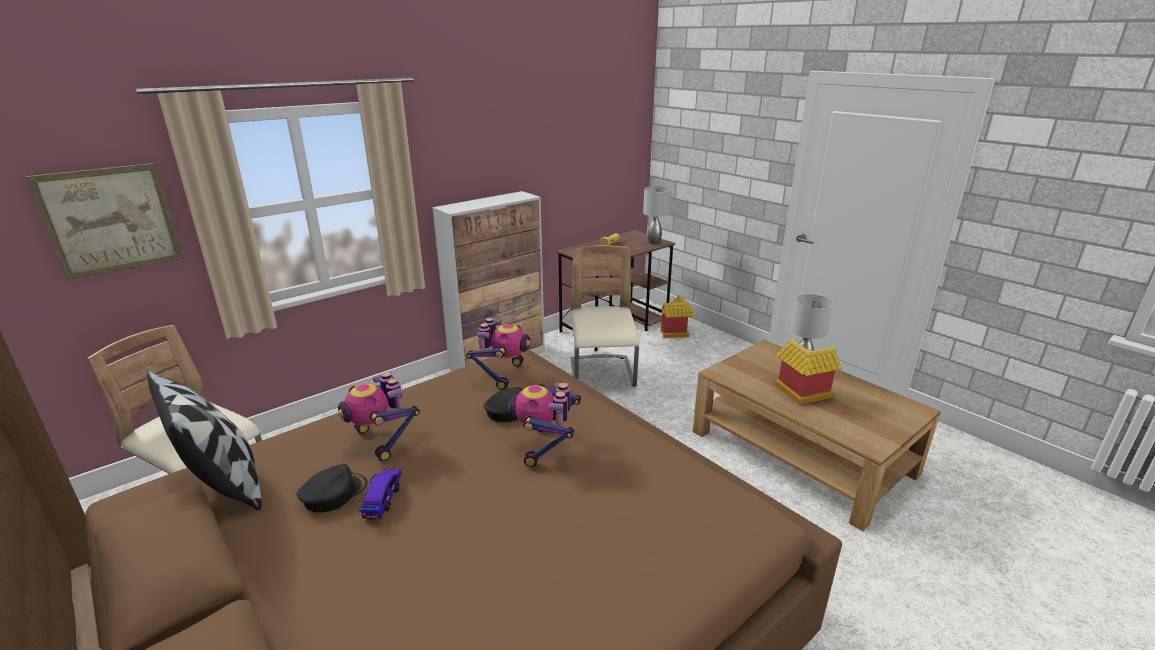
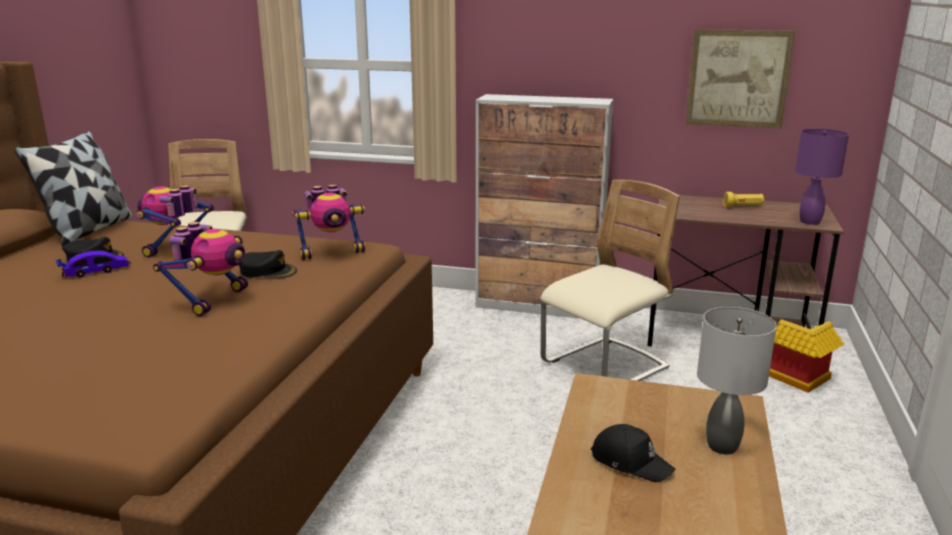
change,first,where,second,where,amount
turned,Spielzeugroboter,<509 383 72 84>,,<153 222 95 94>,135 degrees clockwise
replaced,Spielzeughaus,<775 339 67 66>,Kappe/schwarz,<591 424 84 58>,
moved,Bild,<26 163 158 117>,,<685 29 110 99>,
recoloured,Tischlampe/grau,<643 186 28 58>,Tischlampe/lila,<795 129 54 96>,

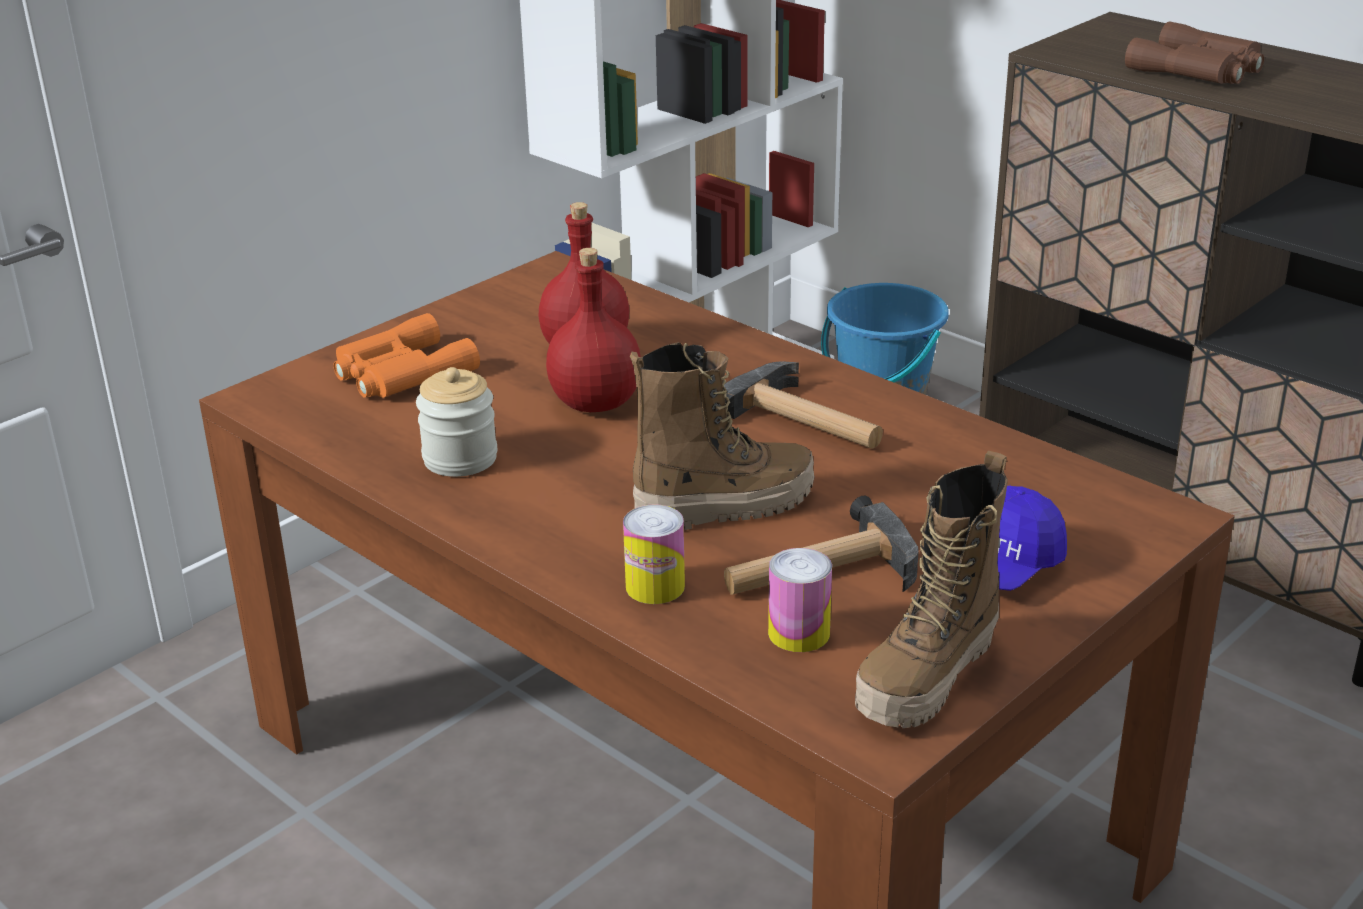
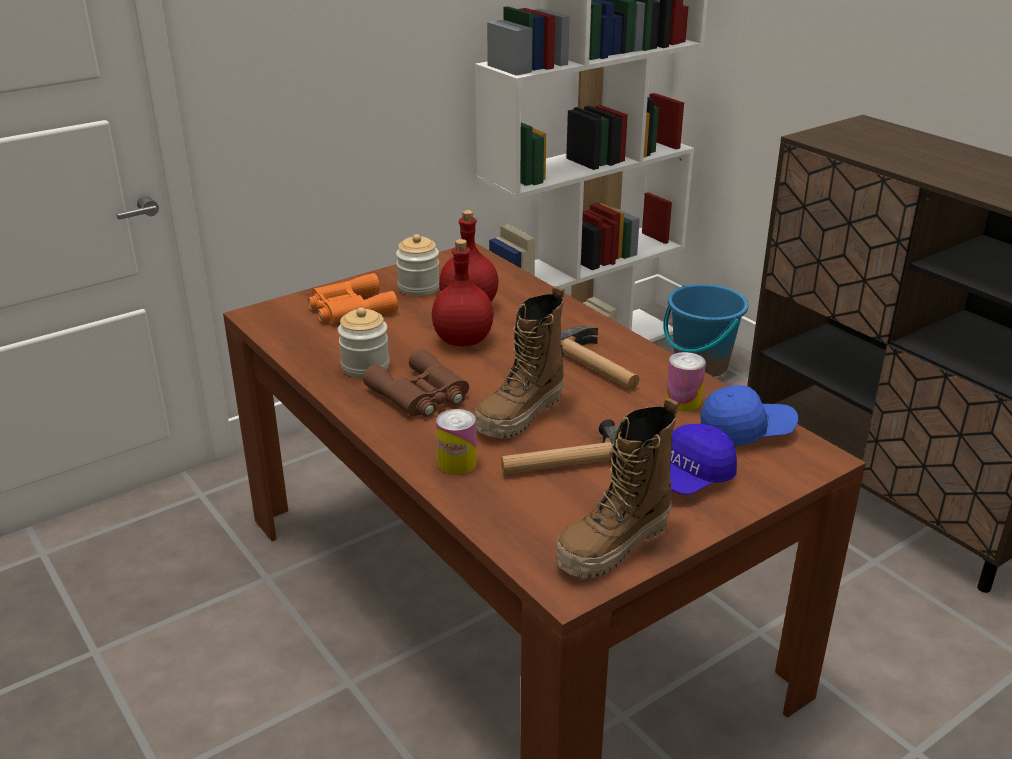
change,first,where,second,where,amount
moved,Fernglas/braun,<1125 21 139 63>,,<363 349 106 68>,
added,,,Vorratsglas,<396 234 43 62>,
turned,Stiefel,<630 342 184 188>,,<475 286 89 153>,135 degrees clockwise
moved,Dose,<768 548 64 104>,,<666 352 40 60>,
added,,,Kappe/blau,<700 385 98 61>,

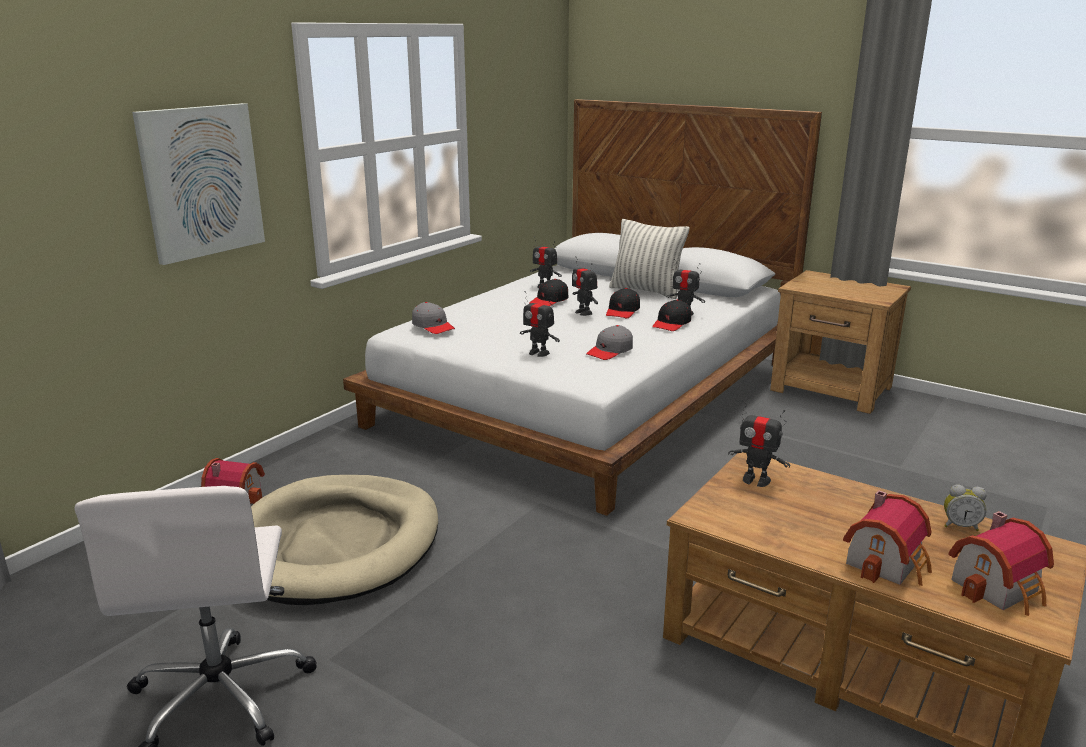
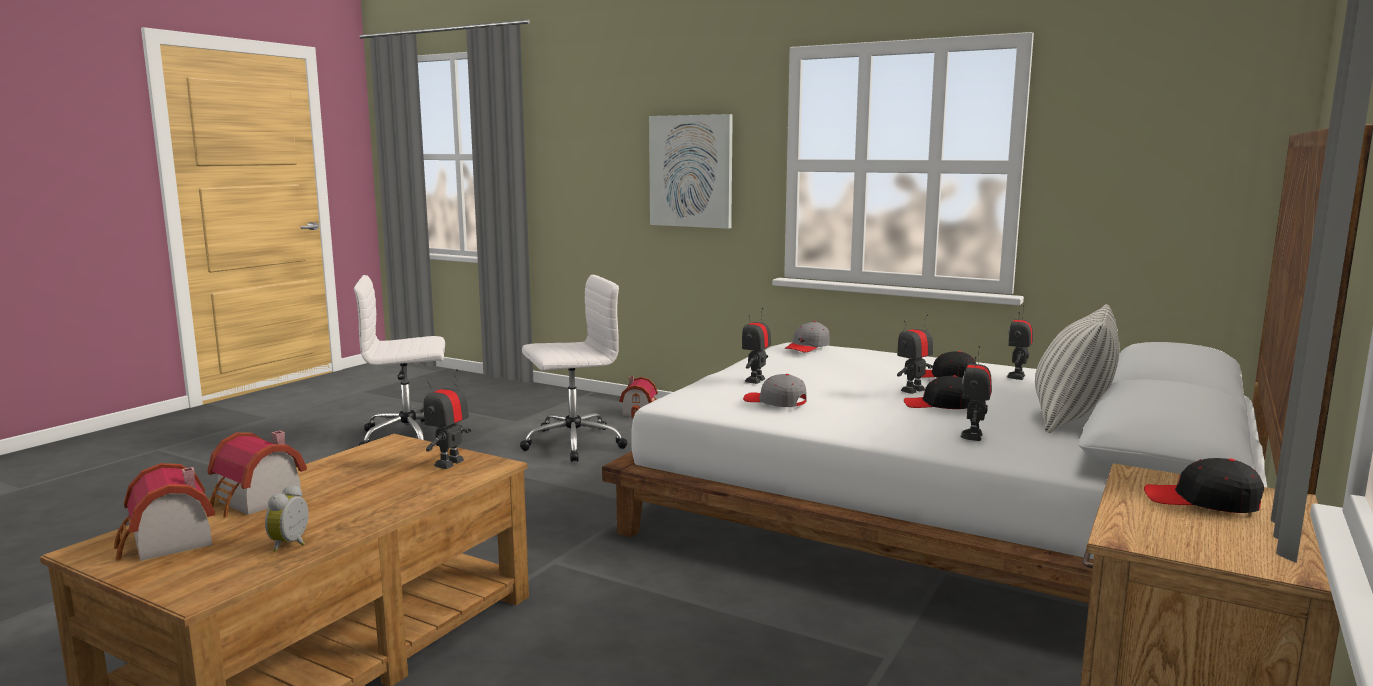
change,first,where,second,where,amount
replaced,Hundebett/beige,<251 475 187 130>,Bürostuhl/weiß,<520 275 107 187>,
moved,Kappe/schwarz,<652 299 39 32>,,<1144 458 120 55>,

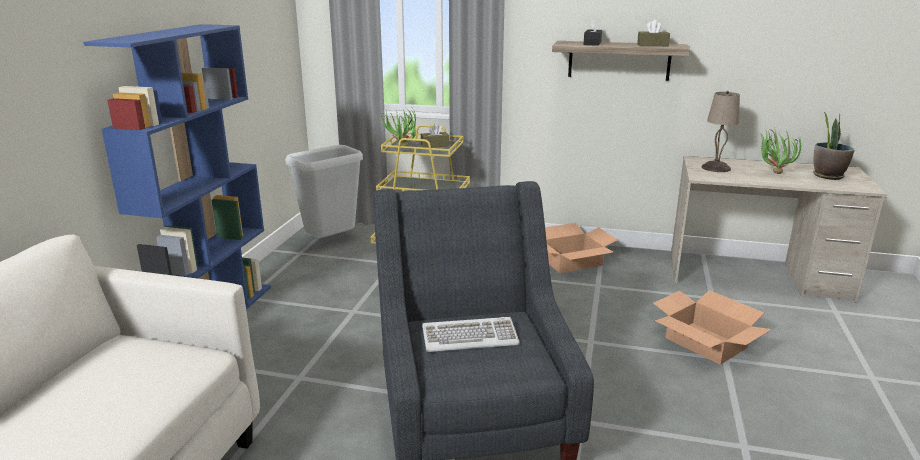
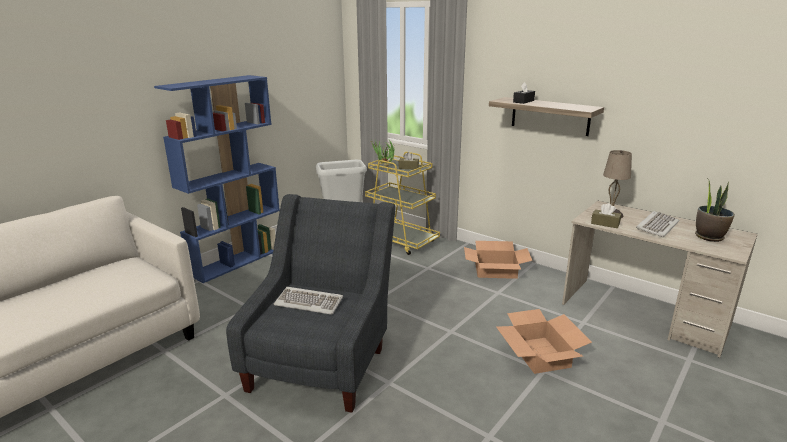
change,first,where,second,where,amount
moved,Taschentuchbox/braun,<637 20 33 26>,,<591 203 30 25>,
replaced,Topfpflanze,<761 129 40 45>,Tastatur,<636 211 43 26>,

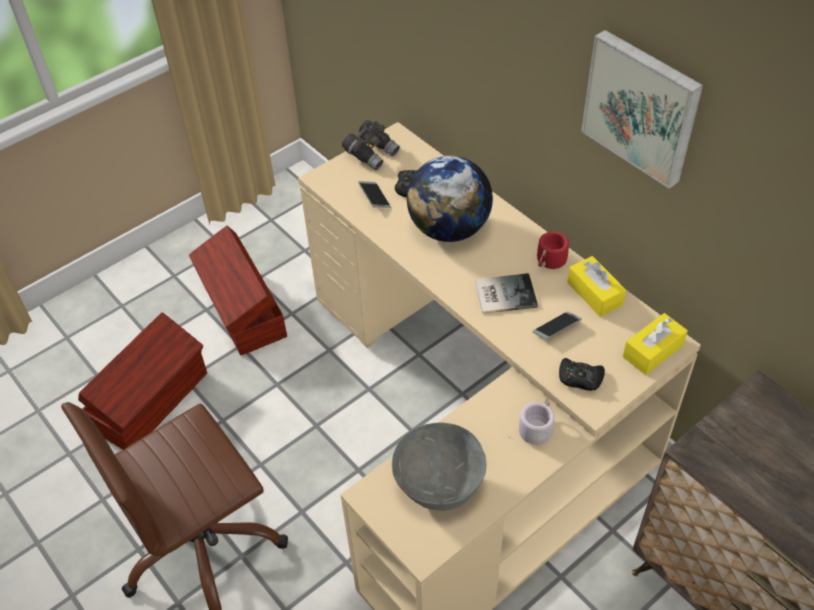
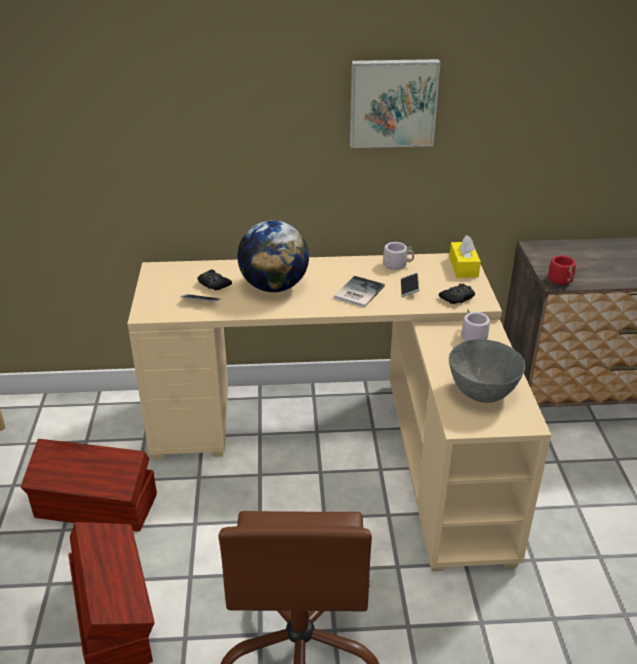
change,first,where,second,where,amount
replaced,Taschentuchbox/gelb,<567 256 59 61>,Henkelbecher/grau,<383 242 31 28>,
moved,Henkelbecher/rot,<537 231 39 38>,,<548 255 28 30>,
removed,Fernglas/grau,<342 120 58 50>,,,

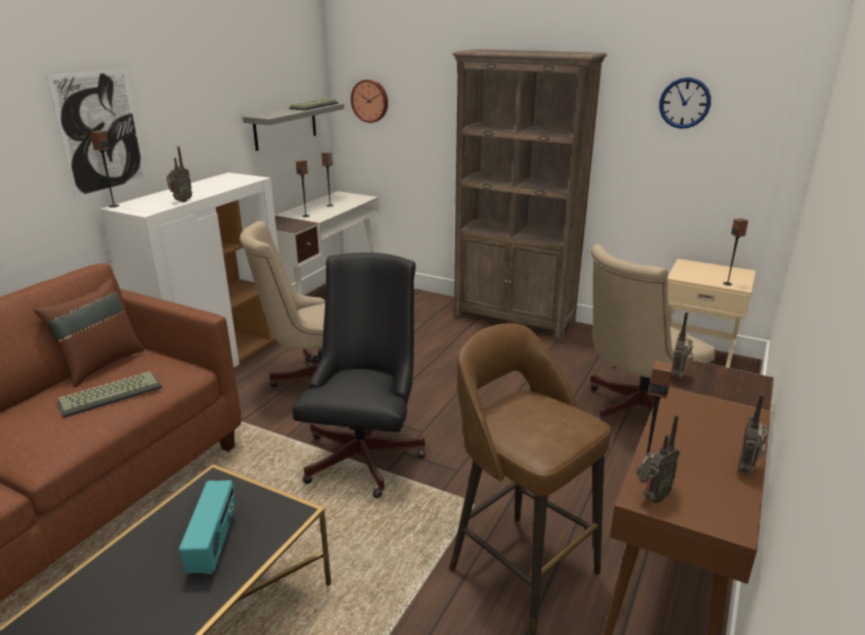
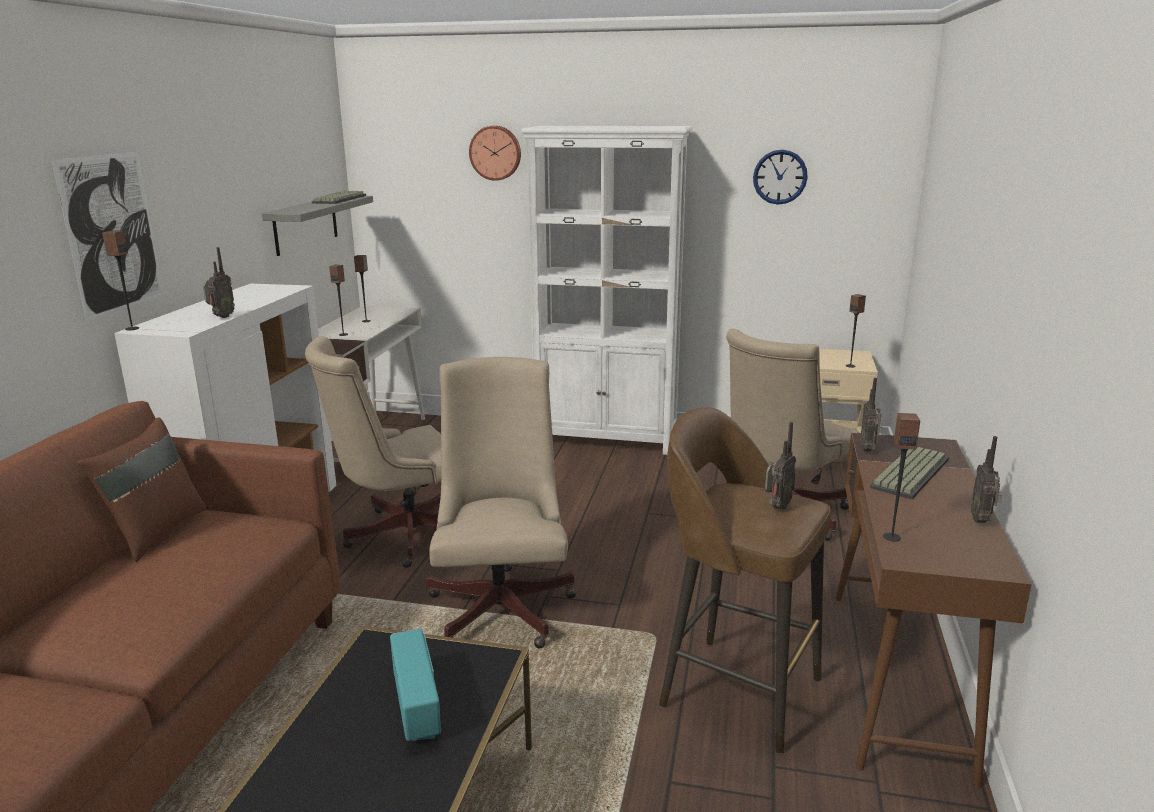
change,first,where,second,where,amount
recoloured,Bürostuhl/schwarz,<293 252 133 246>,Bürostuhl/beige,<426 357 150 291>,
moved,Wanduhr,<351 79 37 44>,,<469 126 52 55>,
recoloured,Bücherregal/braun,<452 49 155 292>,Bücherregal/weiß,<521 126 171 329>,
moved,Radio,<639 415 41 88>,,<765 422 31 88>,
moved,Tastatur,<57 371 105 47>,,<870 447 79 52>,

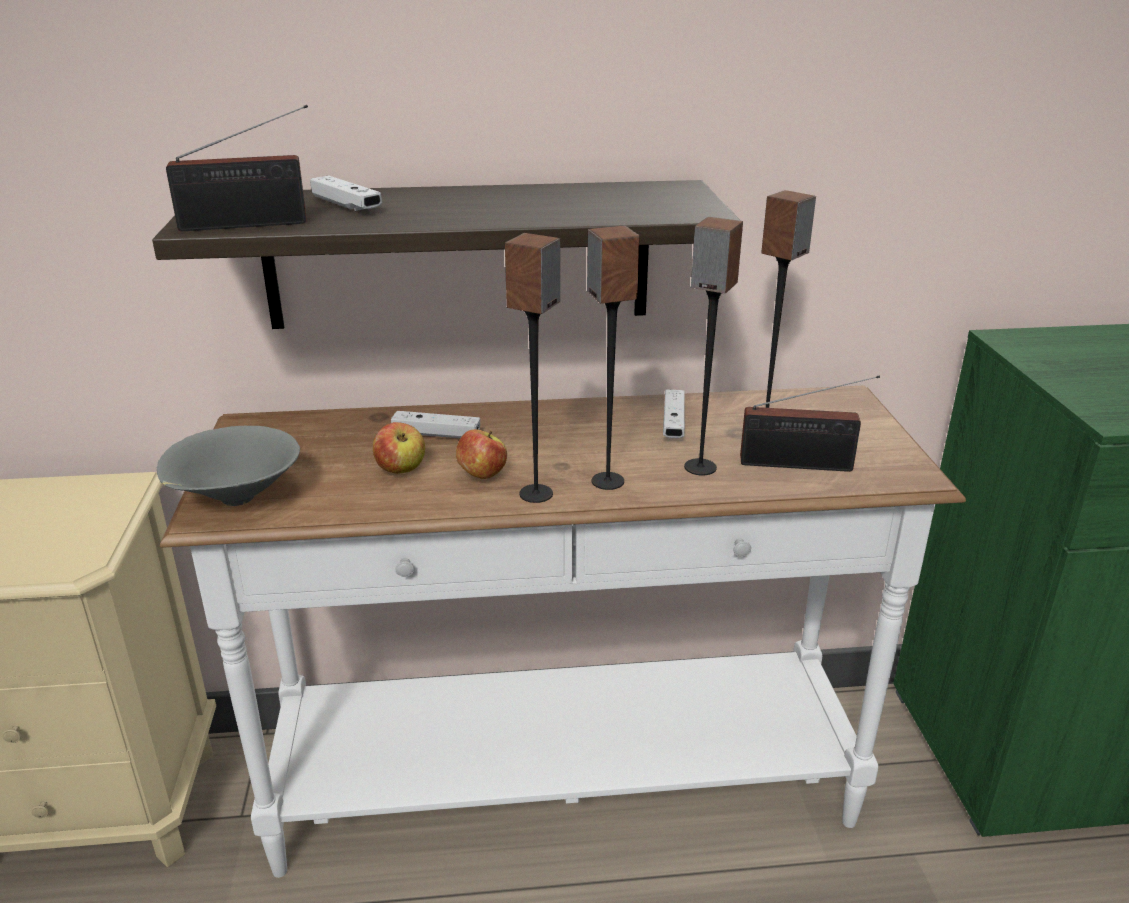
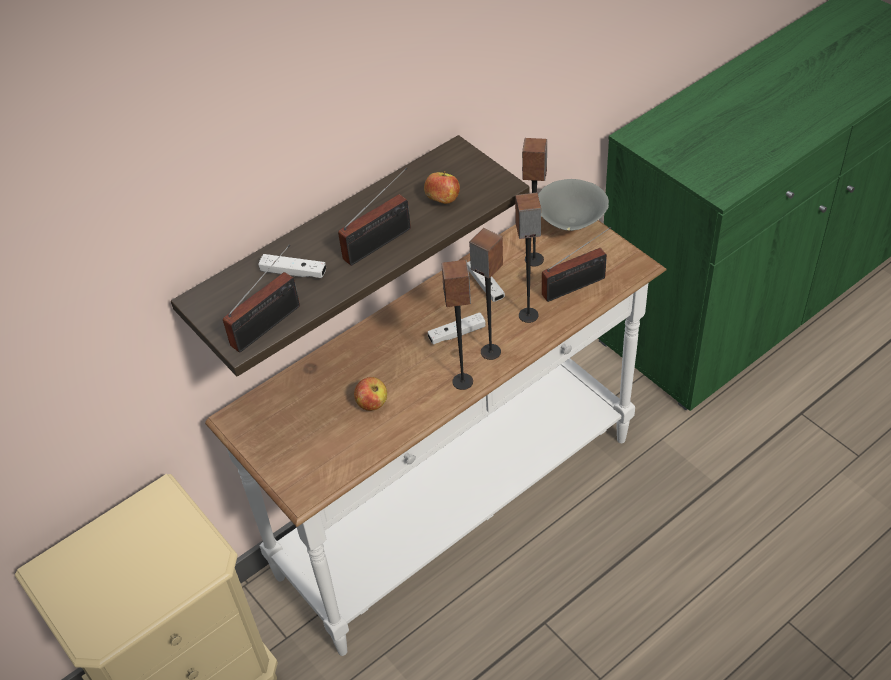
change,first,where,second,where,amount
added,,,Radio,<338 167 73 99>,
moved,Apfel,<456 429 51 50>,,<424 171 36 33>,
moved,Gamepad/weiß,<391 411 89 27>,,<428 312 58 33>,
moved,Schüssel/grau,<157 426 143 80>,,<538 179 71 52>,

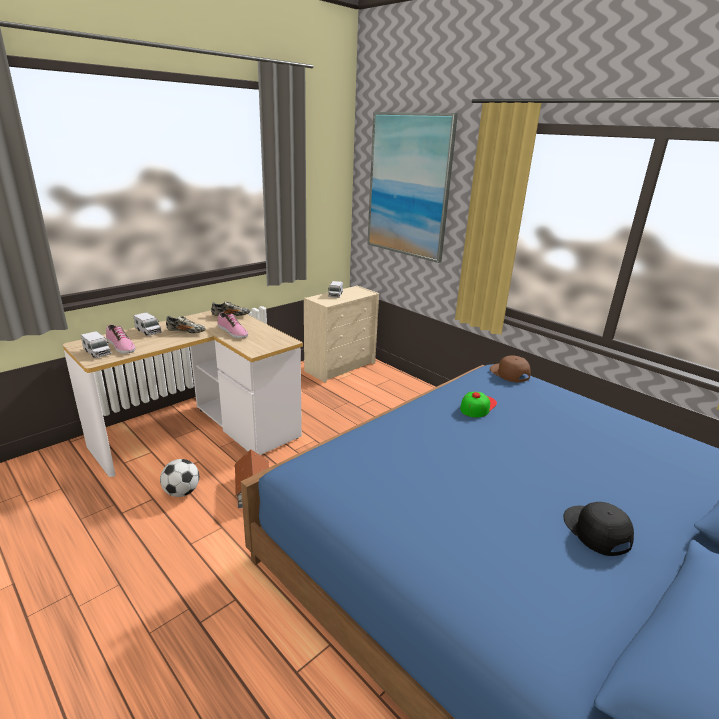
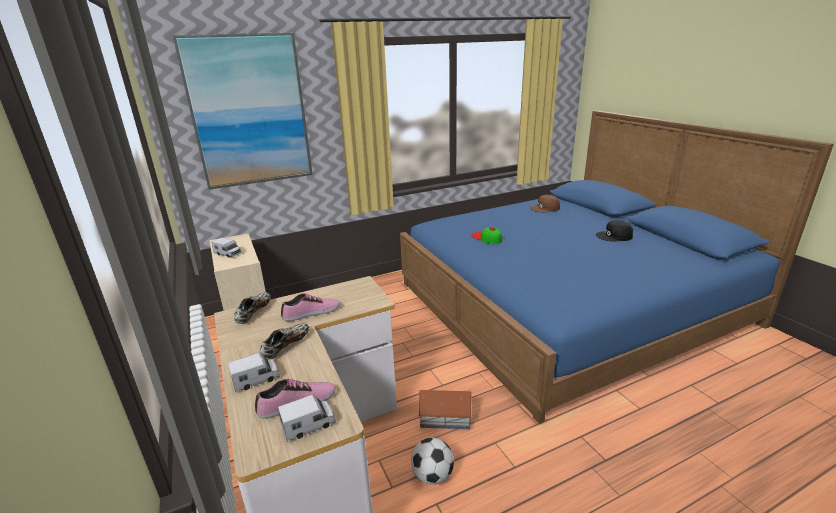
change,first,where,second,where,amount
moved,Kappe/braun,<490 356 41 26>,,<530 195 30 17>,

